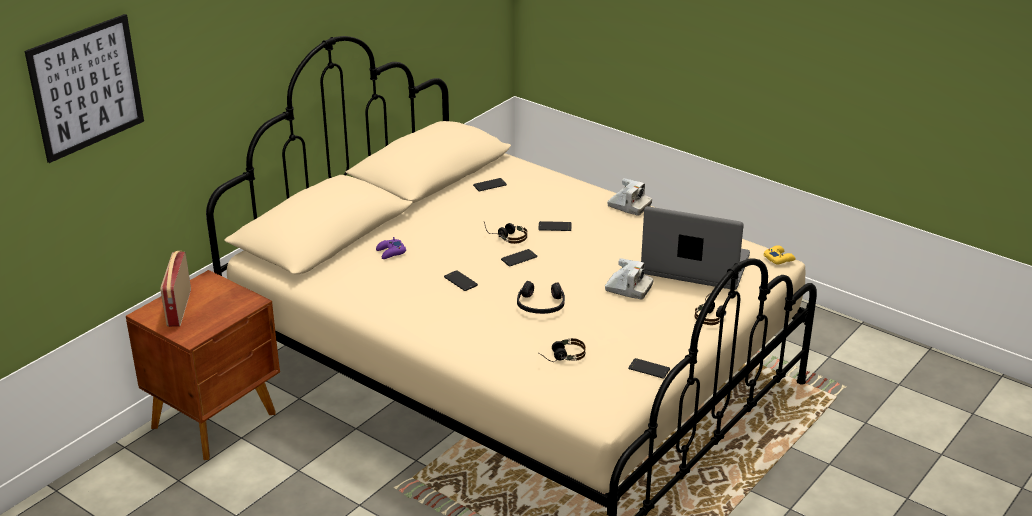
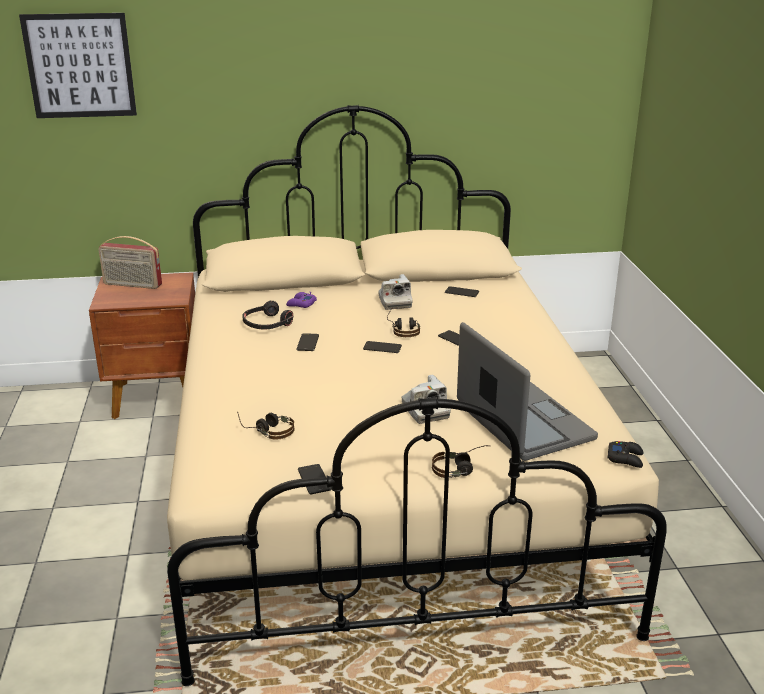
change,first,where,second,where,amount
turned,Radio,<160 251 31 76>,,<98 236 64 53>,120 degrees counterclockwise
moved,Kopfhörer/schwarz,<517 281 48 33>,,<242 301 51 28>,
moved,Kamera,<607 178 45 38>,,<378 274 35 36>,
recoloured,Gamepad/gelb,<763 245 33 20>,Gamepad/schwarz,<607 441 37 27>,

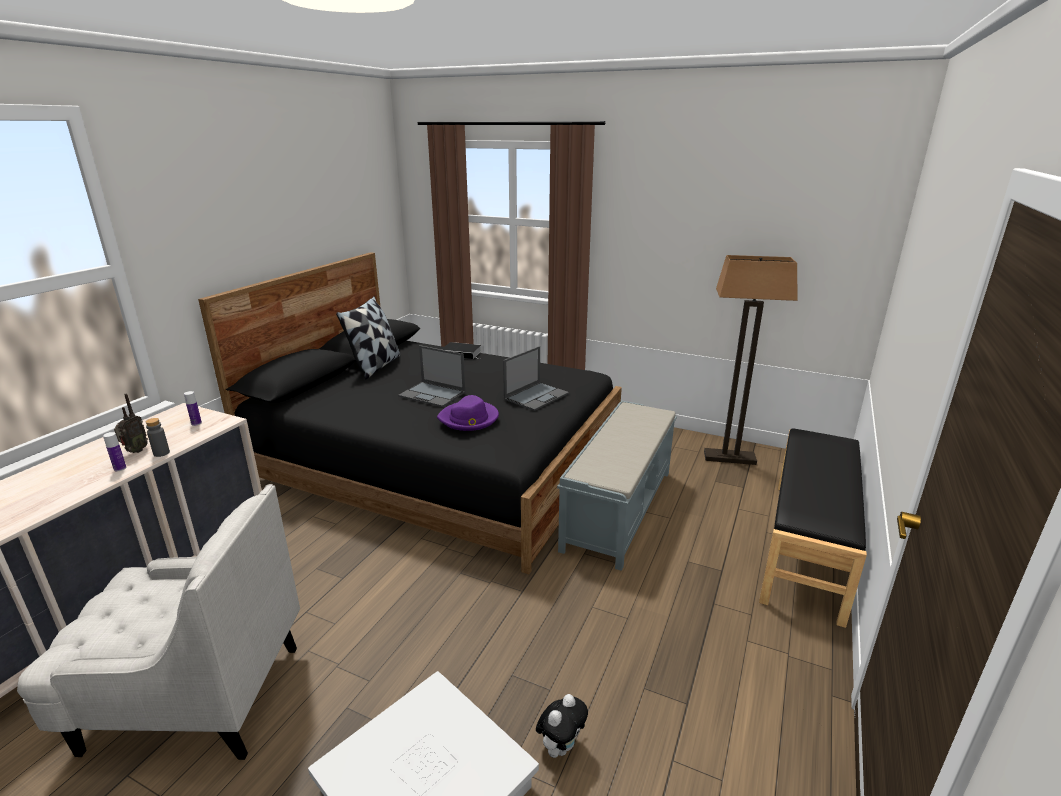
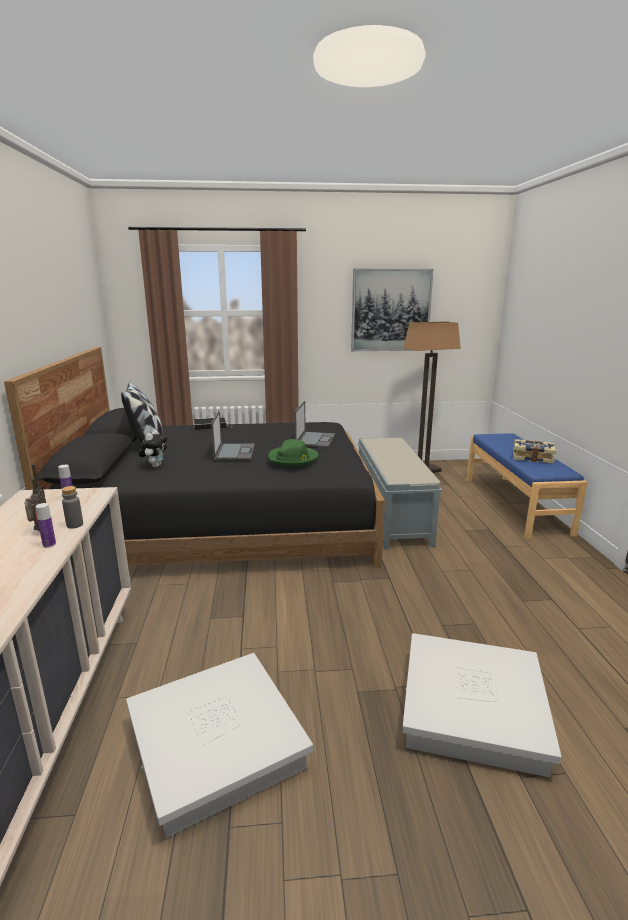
change,first,where,second,where,amount
replaced,Sessel/weiß,<17 484 283 276>,Aufbewahrungsbox/weiß,<126 653 187 185>,
moved,Plüschtier,<536 694 52 64>,,<139 429 28 38>,
turned,Laptop,<398 345 68 62>,,<211 411 44 49>,90 degrees counterclockwise
recoloured,Hut/lila,<437 395 62 36>,Hut/grün,<268 439 50 27>,
added,,,Bild,<351 269 82 82>,
recoloured,Bank/schwarz,<759 428 108 200>,Bank/blau,<467 433 121 106>,
added,,,Buch,<513 439 43 25>,

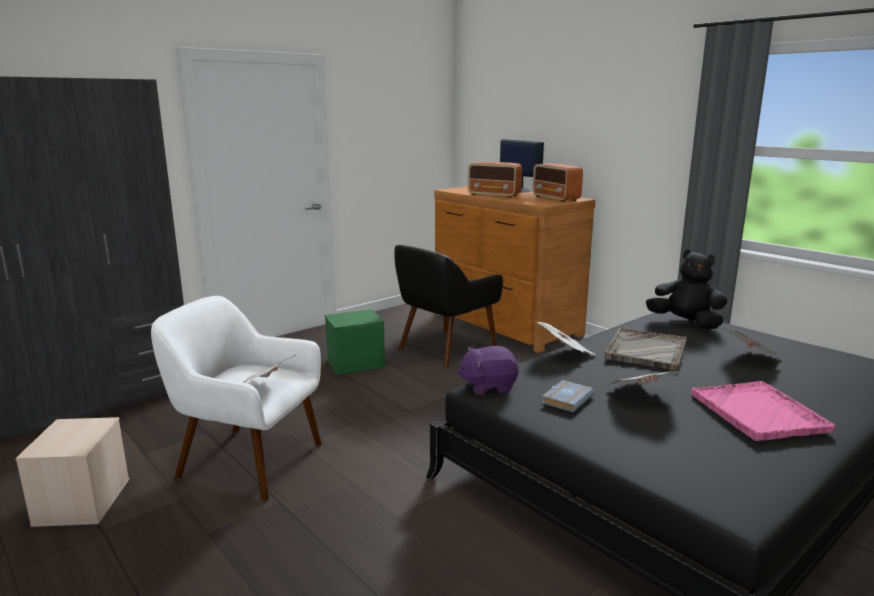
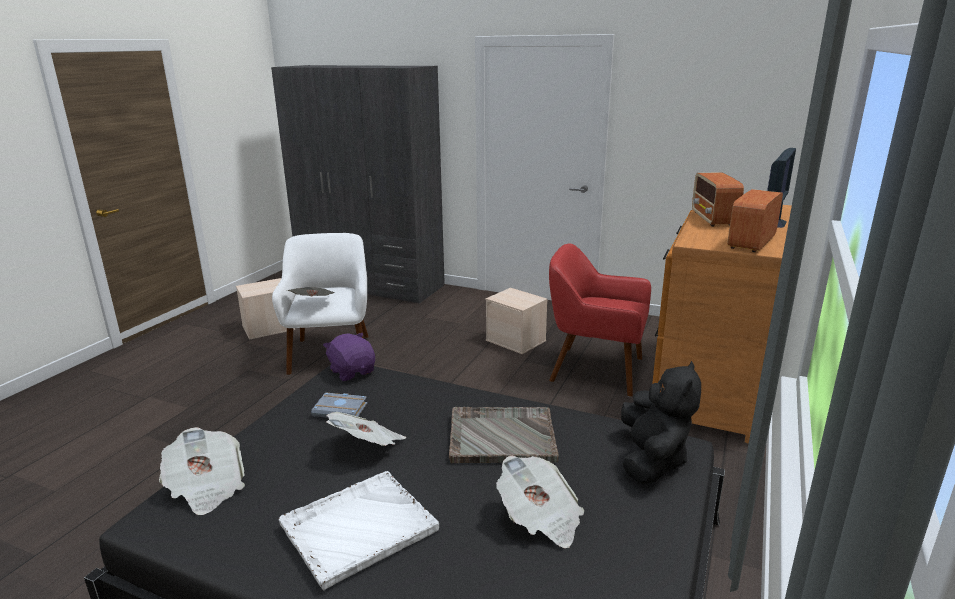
change,first,where,second,where,amount
moved,Zeitung,<536 322 60 33>,,<159 427 86 88>,
recoloured,Tablett/rosa,<691 381 144 60>,Tablett/weiß,<279 471 160 119>,
recoloured,Aufbewahrungsbox/grün,<325 309 60 66>,Aufbewahrungsbox/beige,<486 288 62 66>,
recoloured,Sessel/schwarz,<394 245 109 124>,Sessel/rot,<549 243 102 154>,

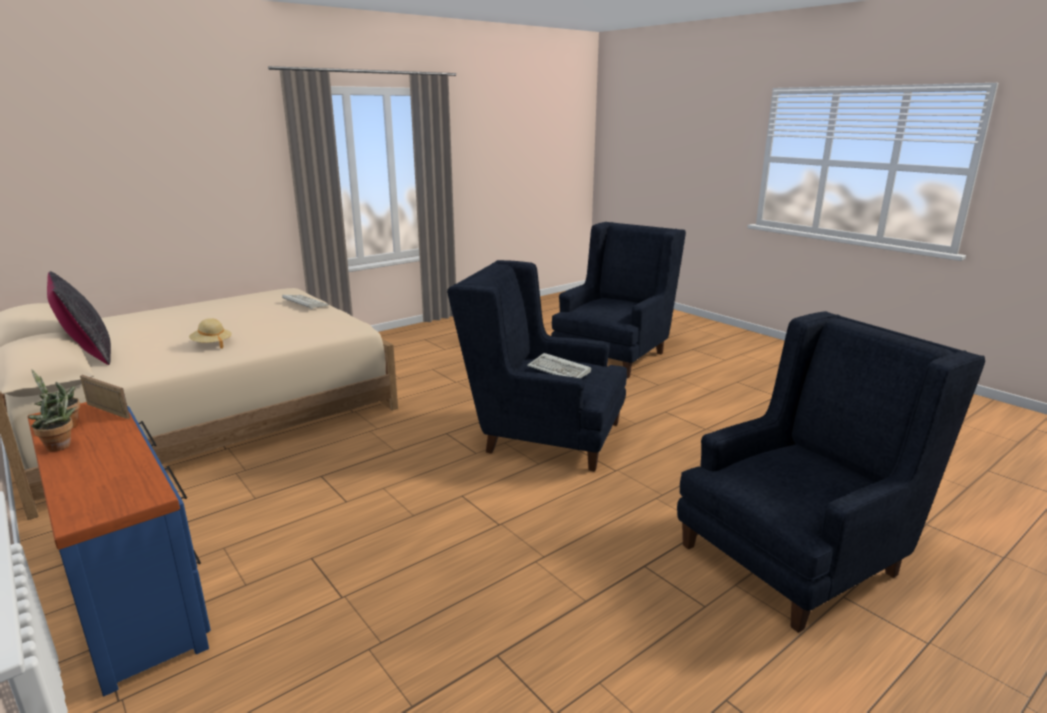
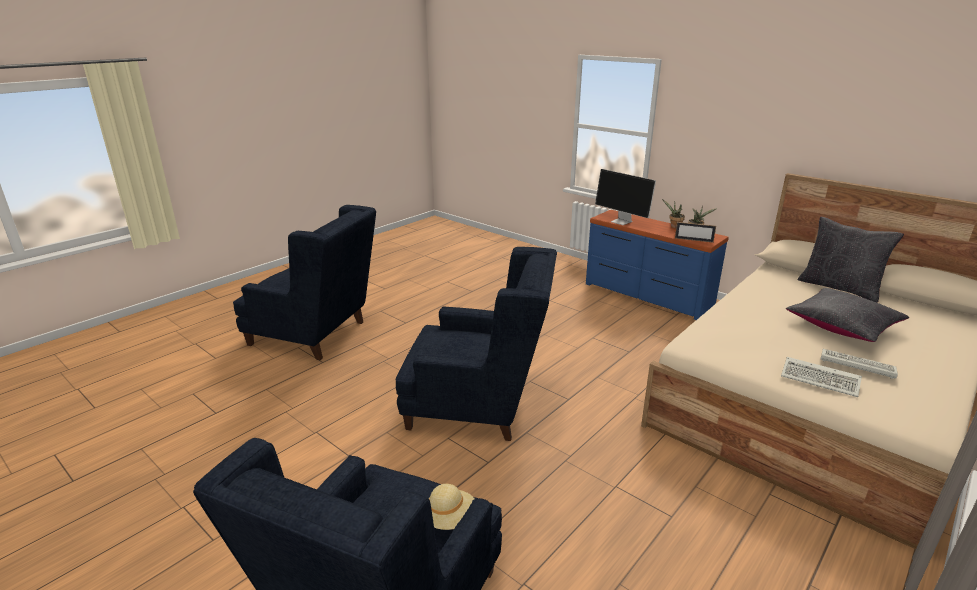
change,first,where,second,where,amount
turned,Sessel/blau,<677 311 308 322>,,<233 205 143 155>,120 degrees counterclockwise
moved,Hut/beige,<189 318 43 31>,,<429 484 45 46>,
added,,,Monitor,<595 169 61 56>,
added,,,Kissen/schwarz,<786 288 123 54>,
moved,Tastatur,<527 353 64 25>,,<821 349 77 30>,

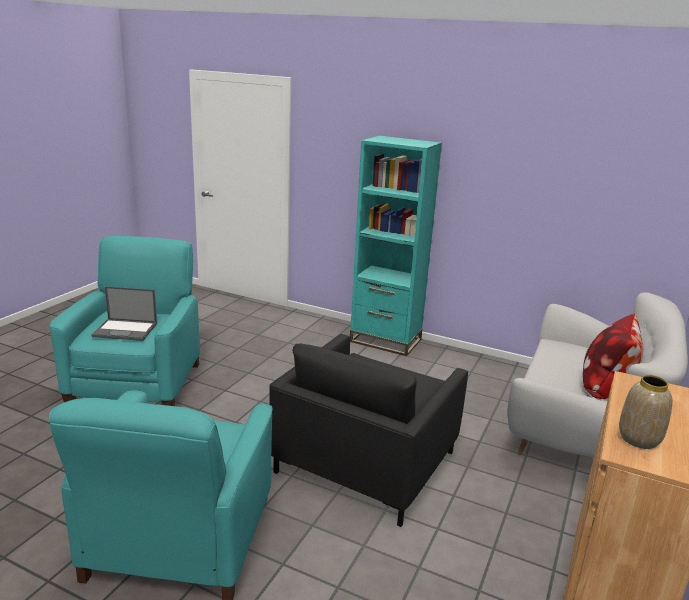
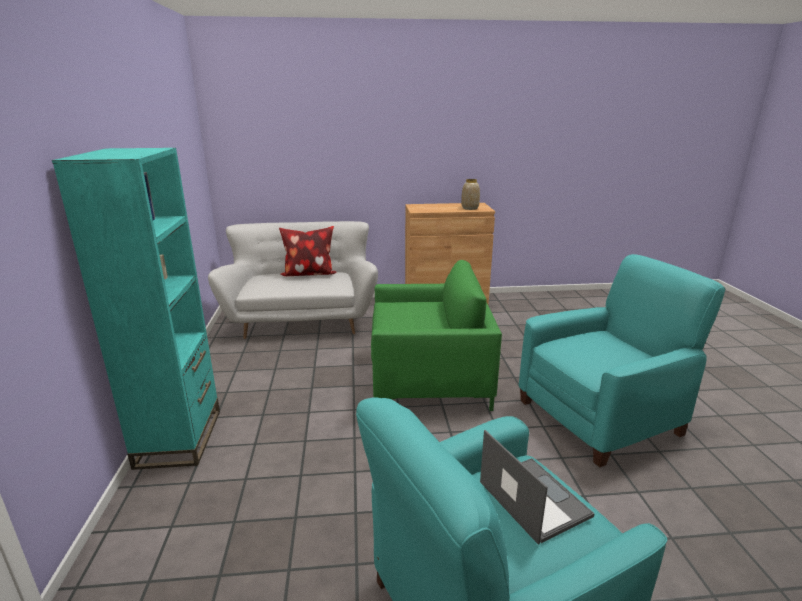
change,first,where,second,where,amount
recoloured,Sessel/schwarz,<269 334 199 193>,Sessel/grün,<371 260 131 151>,

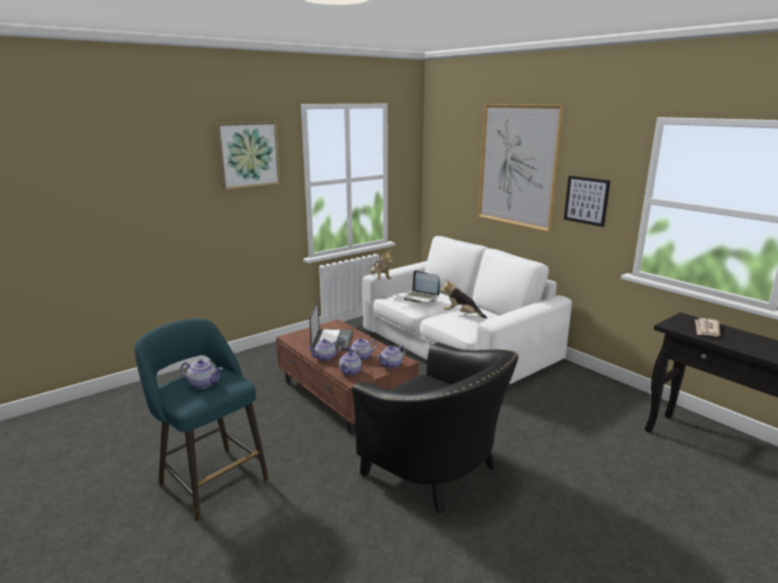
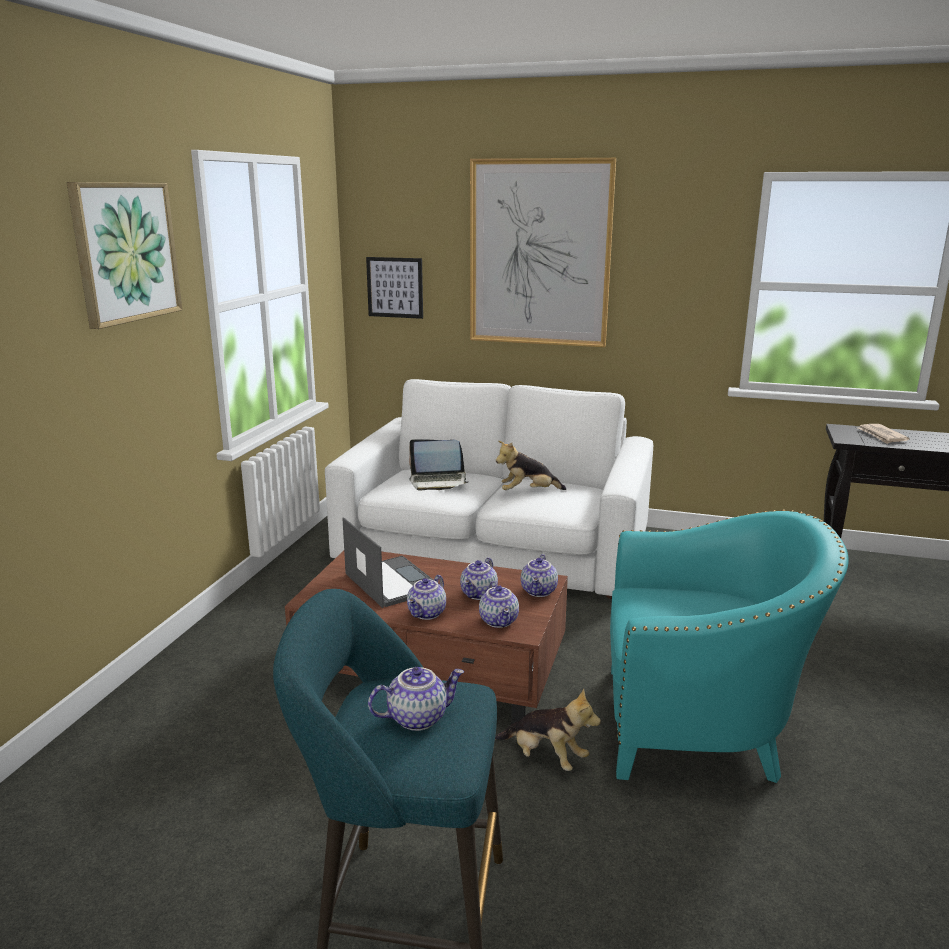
change,first,where,second,where,amount
moved,Bild,<564 176 46 51>,,<366 257 57 62>,
moved,Plüschtier,<369 250 24 30>,,<495 688 106 83>,
recoloured,Sessel/schwarz,<352 342 166 171>,Sessel/türkis,<610 509 239 274>,

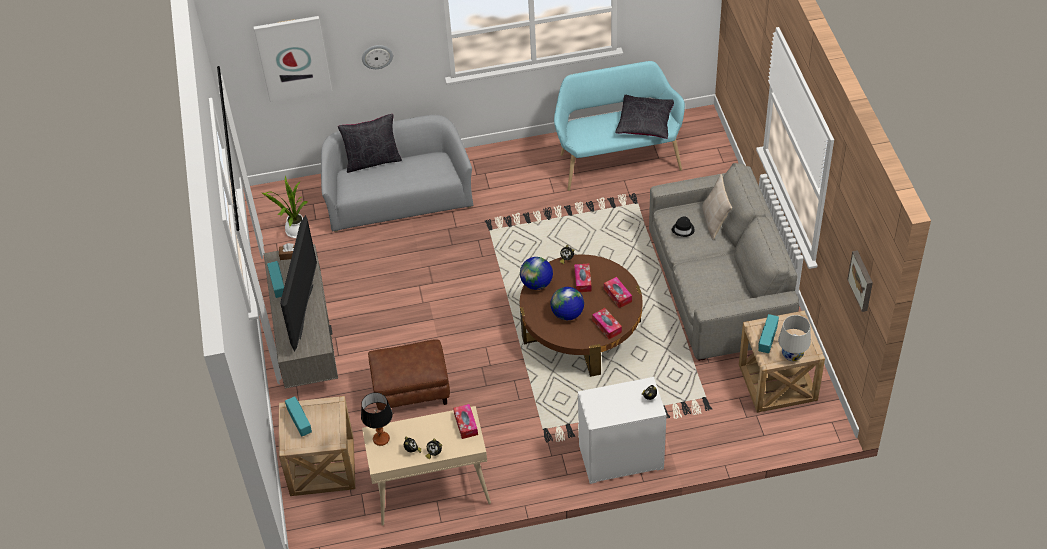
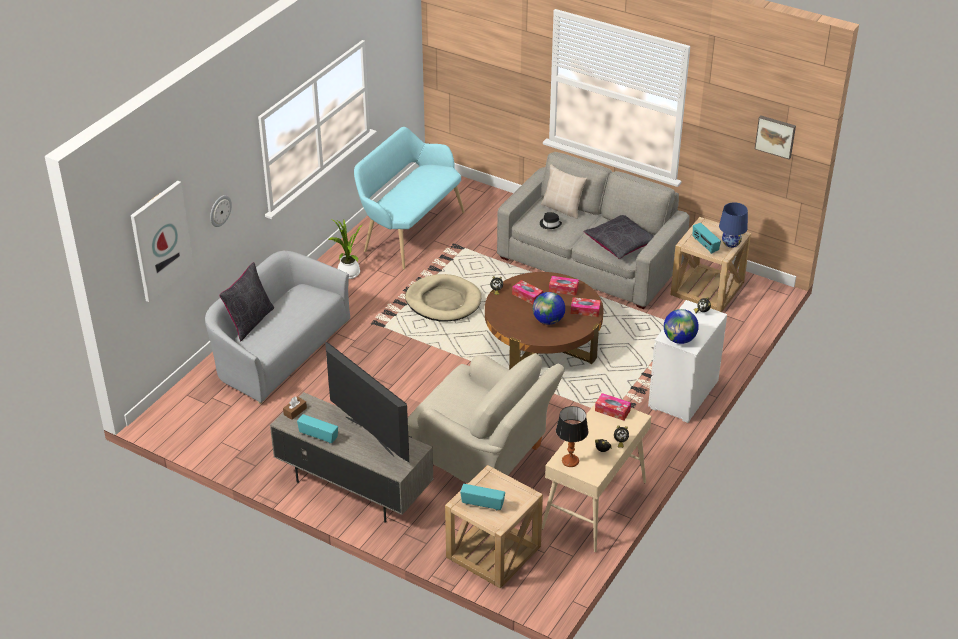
change,first,where,second,where,amount
moved,Topfpflanze,<262 176 46 62>,,<329 220 34 59>,
added,,,Hundebett/beige,<405 274 77 48>,
replaced,Polsterhocker/braun,<368 339 82 72>,Sessel/beige,<408 353 157 130>,
moved,Kissen/schwarz,<615 95 59 44>,,<583 215 71 44>,
moved,Globus,<520 257 33 33>,,<664 309 35 35>,
recoloured,Tischlampe/weiß,<778 315 33 46>,Tischlampe/blau,<719 202 29 46>,

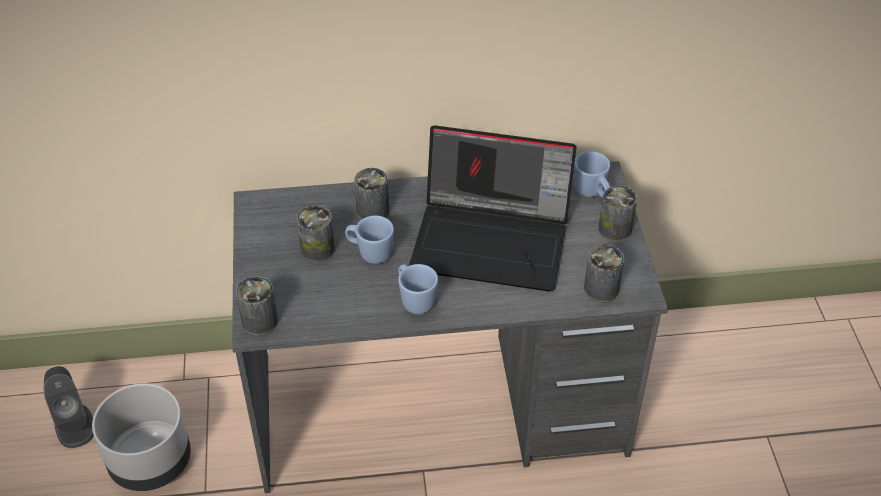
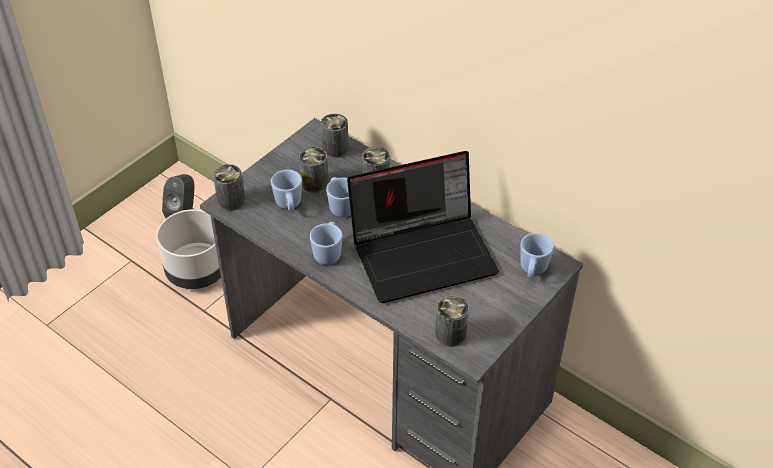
change,first,where,second,where,amount
added,,,Henkelbecher/blau,<271 170 31 42>,
moved,Dose,<598 186 39 55>,,<321 114 28 44>,
turned,Laptop,<409 125 168 167>,,<347 151 152 152>,75 degrees counterclockwise

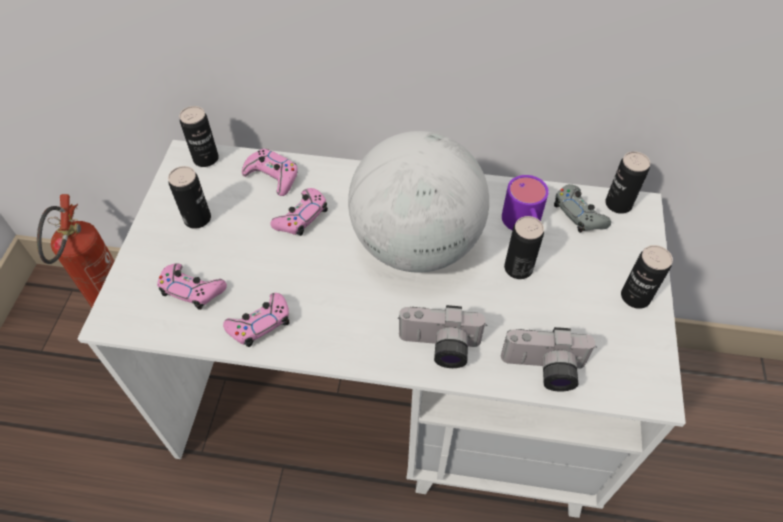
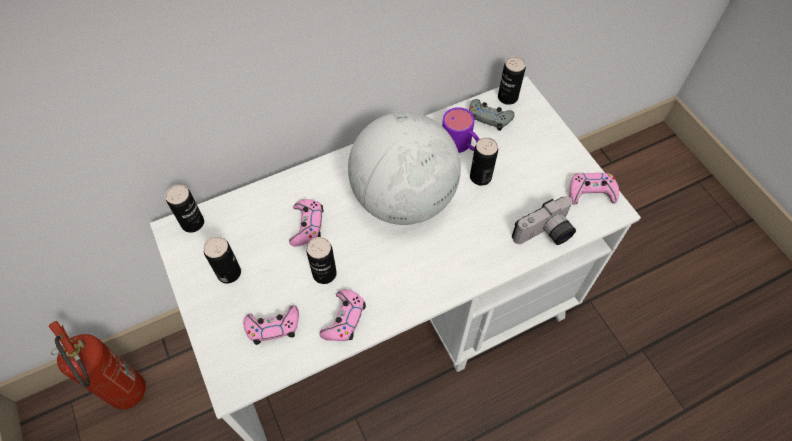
change,first,where,second,where,amount
moved,Dose,<621 245 52 64>,,<306 237 31 47>,
moved,Gamepad/rosa,<242 149 56 47>,,<569 173 50 31>,
removed,Kamera,<398 305 88 63>,,,

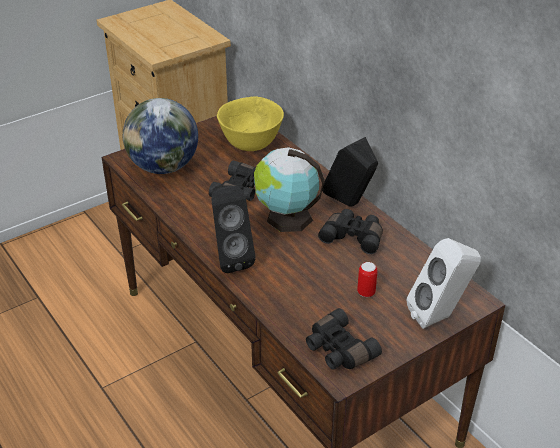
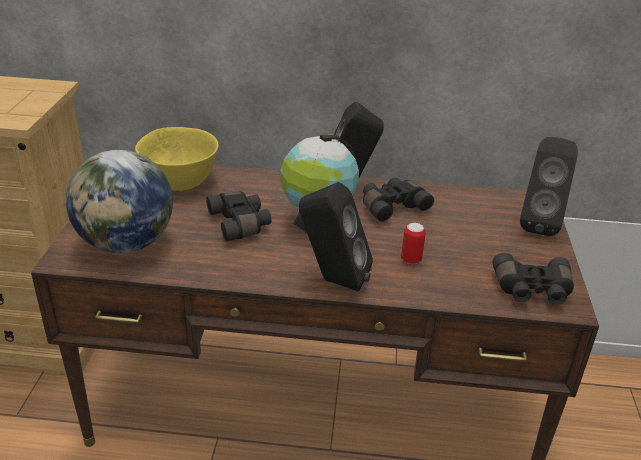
change,first,where,second,where,amount
moved,Dose,<357 262 21 35>,,<401 223 25 41>,
recoloured,Lautsprecher/weiß,<406 238 75 91>,Lautsprecher/schwarz,<520 137 58 99>,

